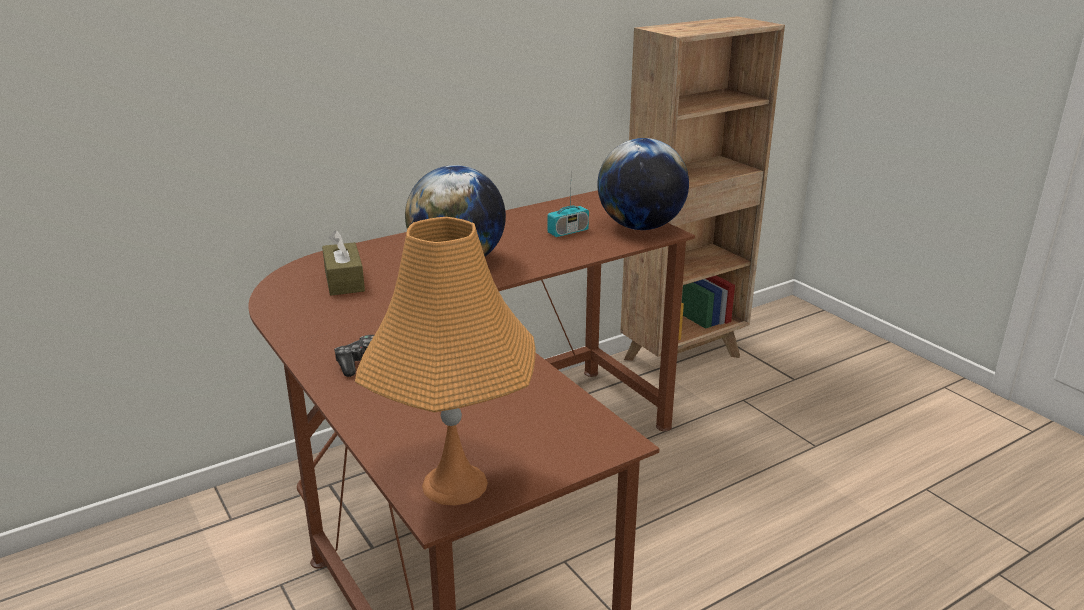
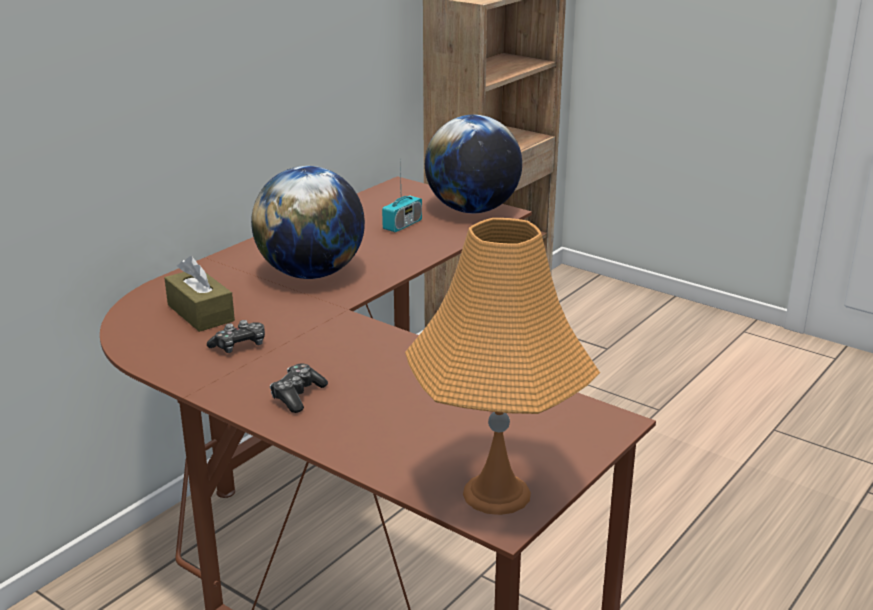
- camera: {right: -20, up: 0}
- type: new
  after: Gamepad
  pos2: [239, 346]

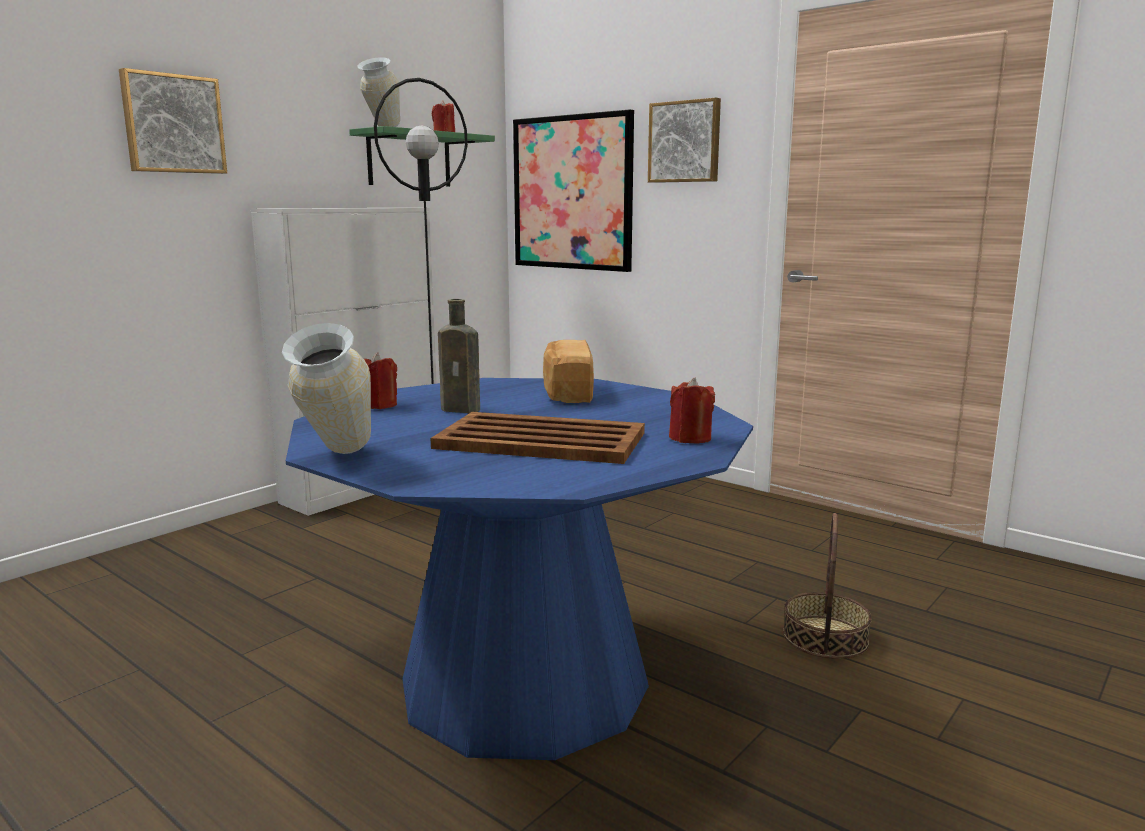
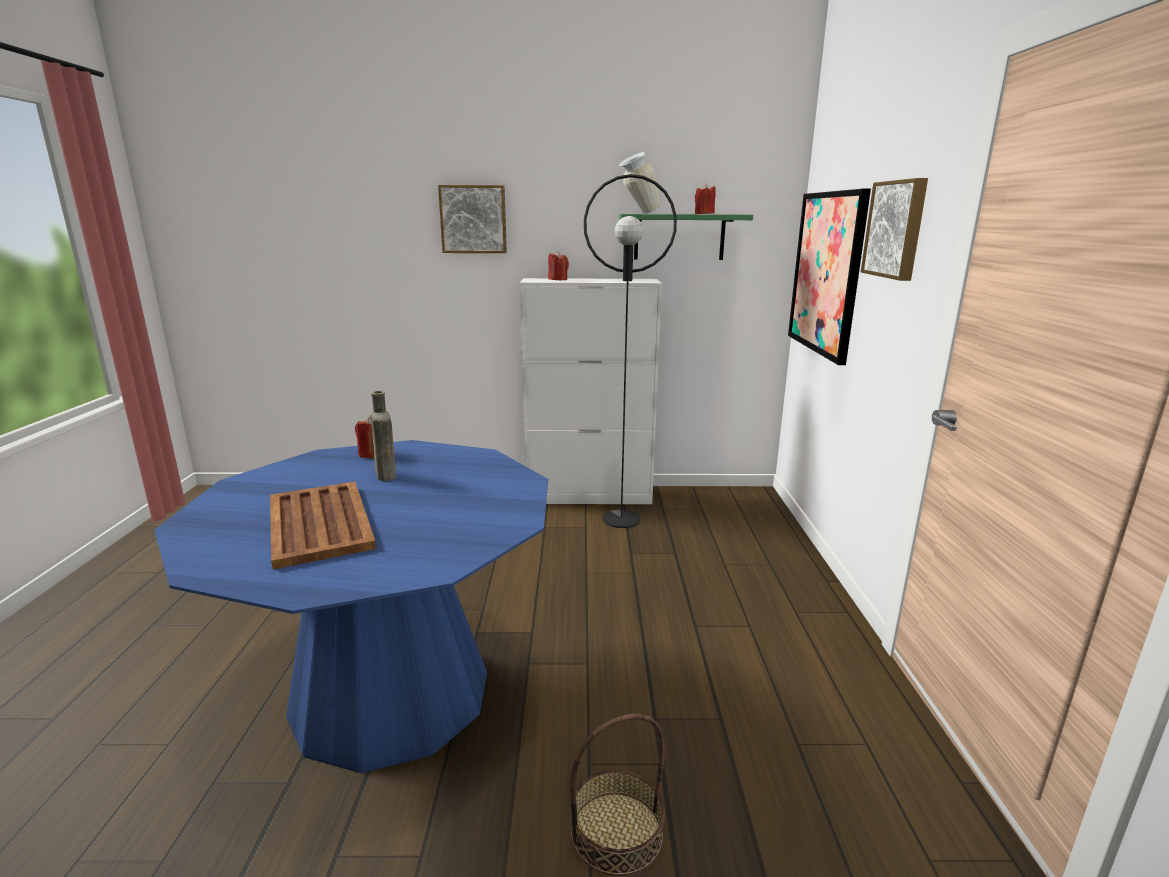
- camera: {right: 50, up: 5}
- type: gone
  before: Vase
  pos1: [334, 460]
- type: gone
  before: Brot
  pos1: [567, 393]
- type: shifted
  before: Kerze (rot)
  pos1: [690, 438]
  pos2: [558, 279]

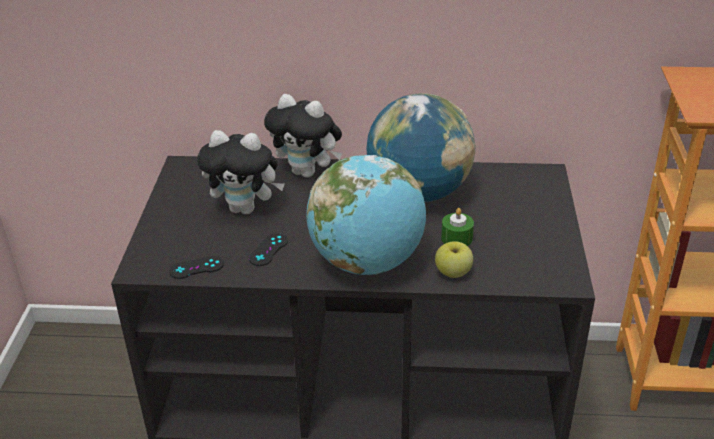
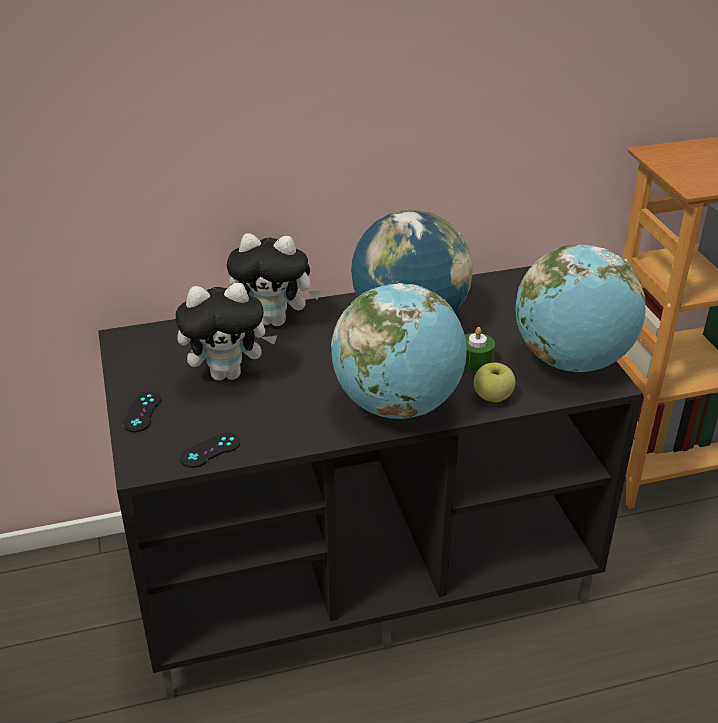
- camera: {right: -20, up: 0}
- type: new
  after: Globus
  pos2: [572, 361]
- type: shifted
  before: Gamepad (schwarz)
  pos1: [268, 250]
  pos2: [142, 412]

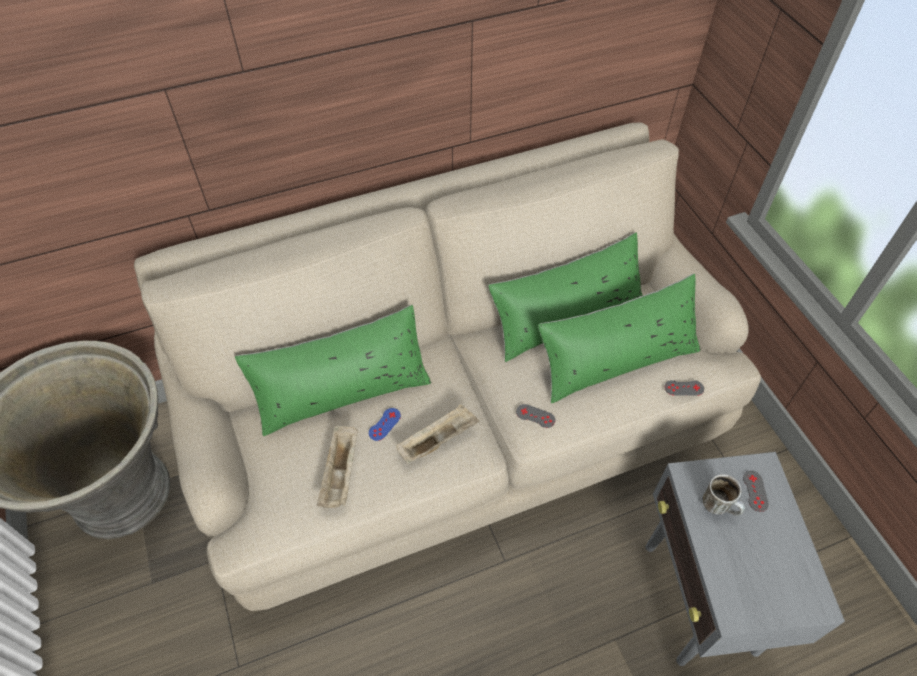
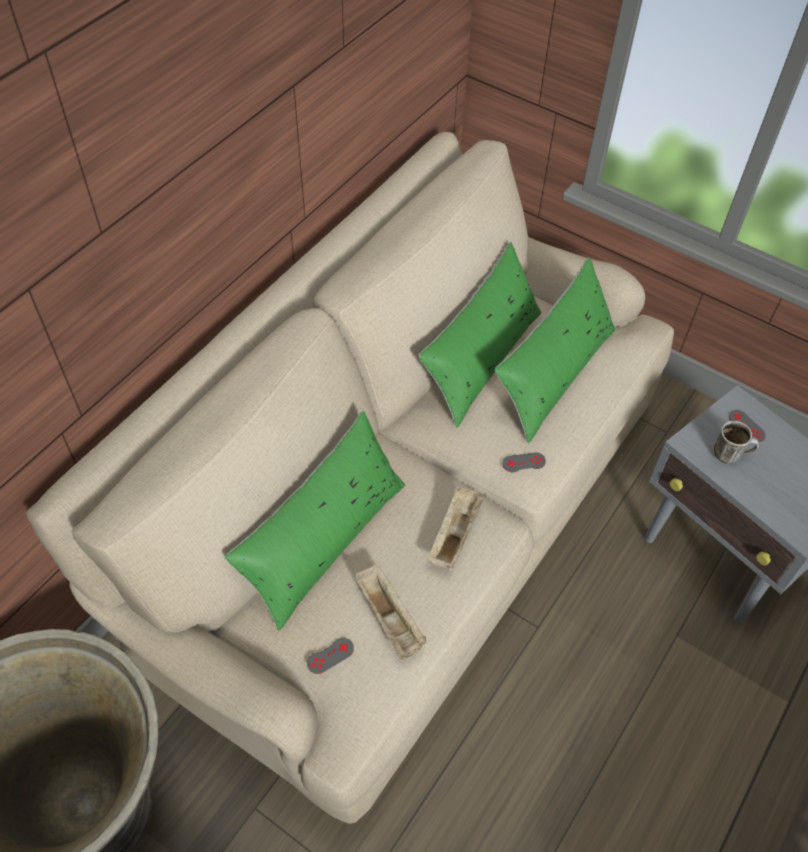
- camera: {right: -35, up: 0}
- type: gone
  before: Gamepad (blau)
  pos1: [384, 424]
- type: shifted
  before: Gamepad (grau)
  pos1: [684, 388]
  pos2: [330, 655]

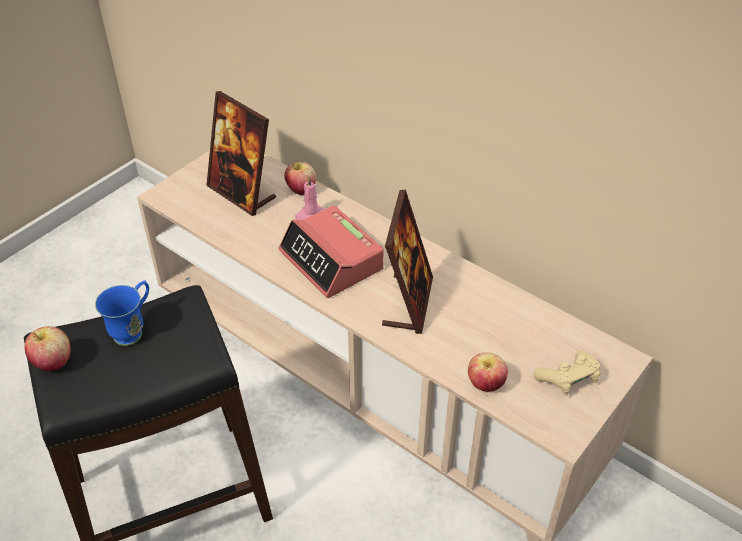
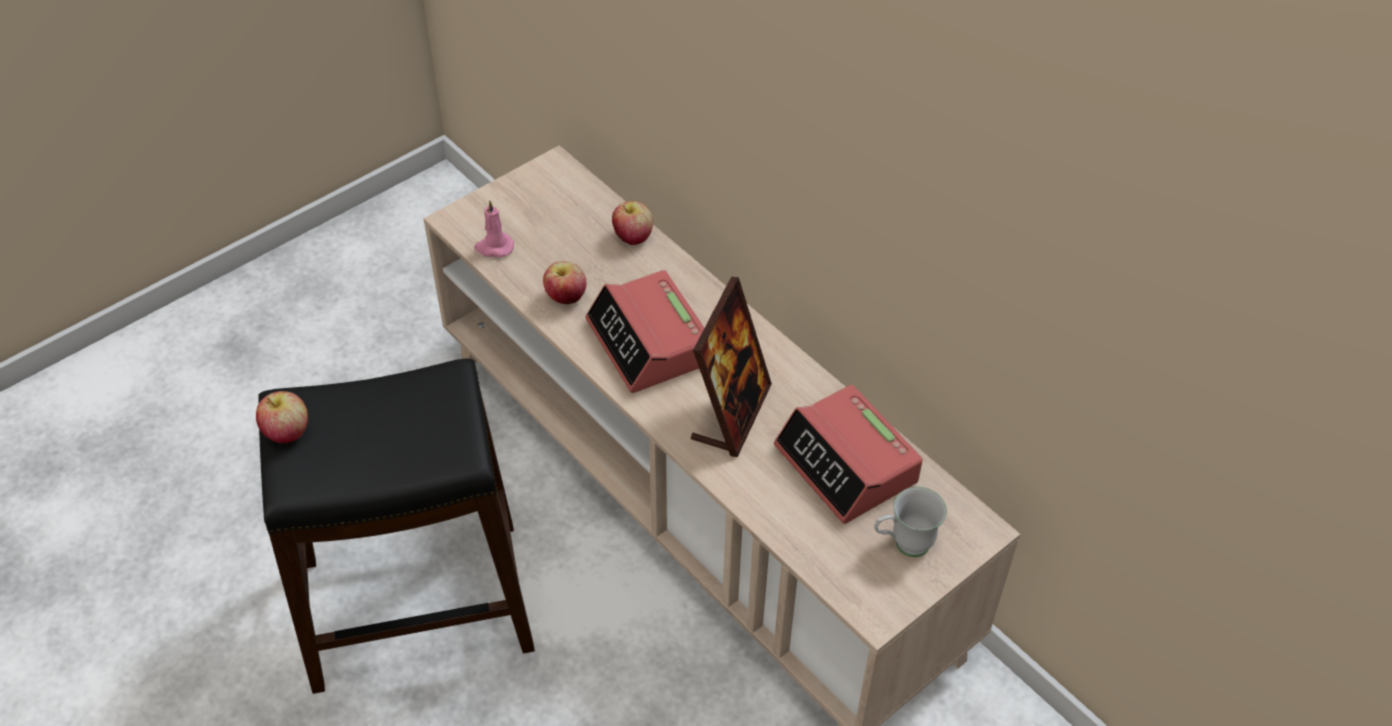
- camera: {right: 10, up: 5}
- type: gone
  before: Henkelbecher (blau)
  pos1: [134, 330]
- type: gone
  before: Bilderrahmen
  pos1: [242, 193]
- type: new
  after: Wecker
  pos2: [847, 465]
- type: shifted
  before: Kerze (rosa)
  pos1: [310, 215]
  pos2: [494, 247]
- type: shifted
  before: Apfel
  pos1: [485, 384]
  pos2: [566, 297]
- type: swapped
  before: Gamepad (beige)
  after: Henkelbecher (weiß)
  pos1: [568, 379]
  pos2: [903, 545]

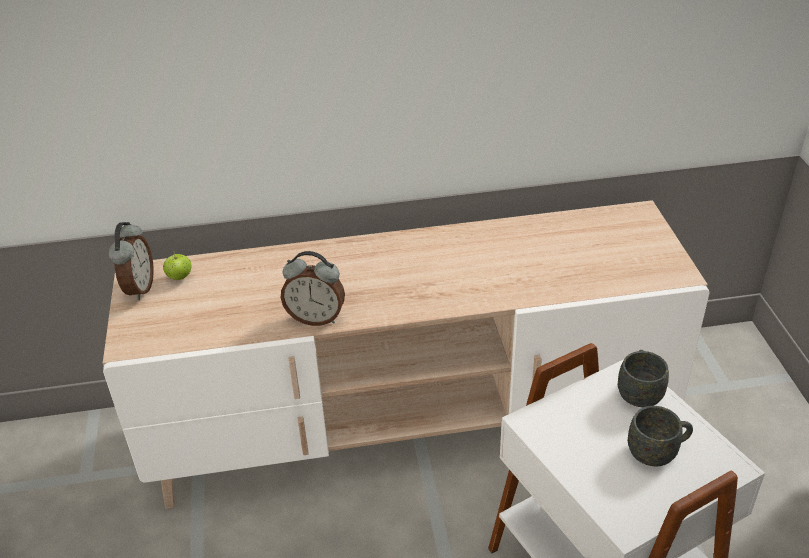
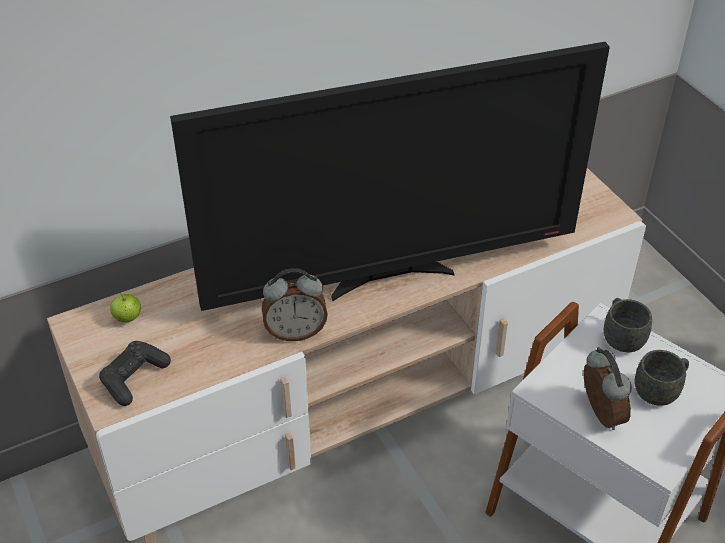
- camera: {right: -20, up: 5}
- type: new
  after: Gamepad (schwarz)
  pos2: [134, 378]
- type: new
  after: Fernseher
  pos2: [390, 277]
- type: shifted
  before: Wecker
  pos1: [138, 288]
  pos2: [599, 414]

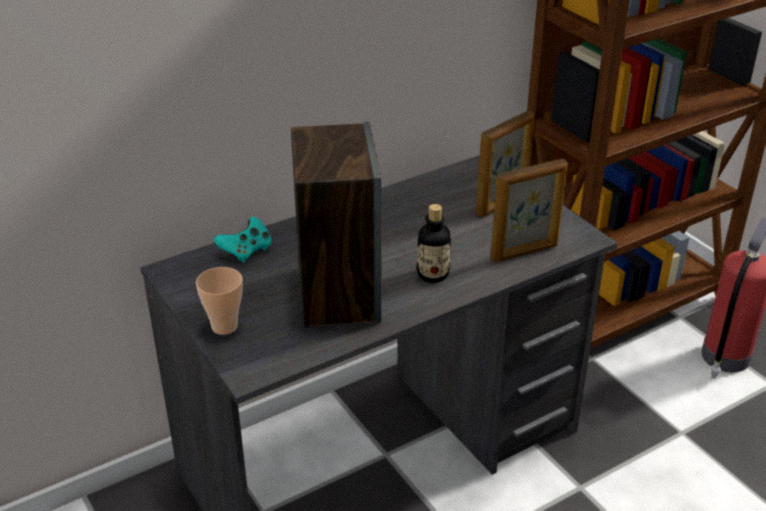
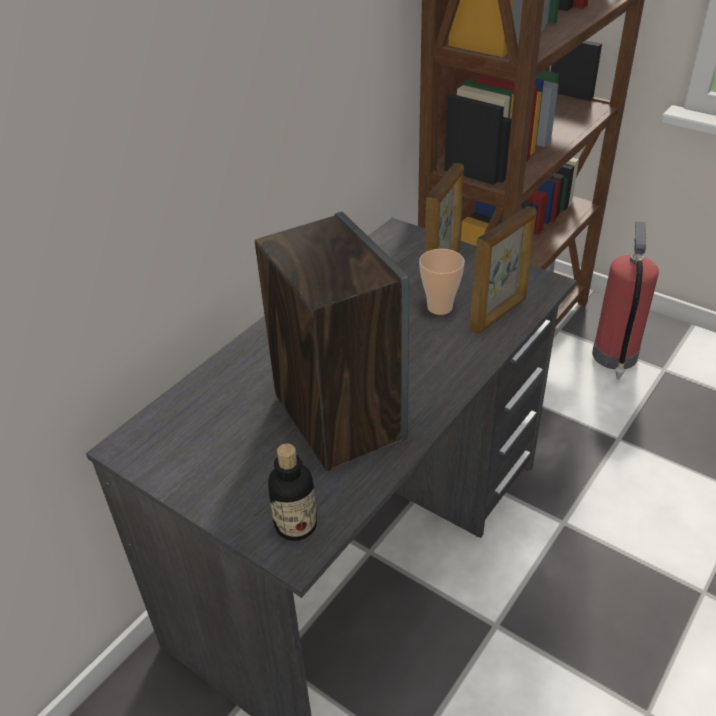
- camera: {right: -20, up: 5}
- type: gone
  before: Gamepad (türkis)
  pos1: [246, 251]
- type: shifted
  before: Tasse
  pos1: [224, 326]
  pos2: [440, 307]
- type: shifted
  before: Flasche
  pos1: [433, 274]
  pos2: [296, 525]

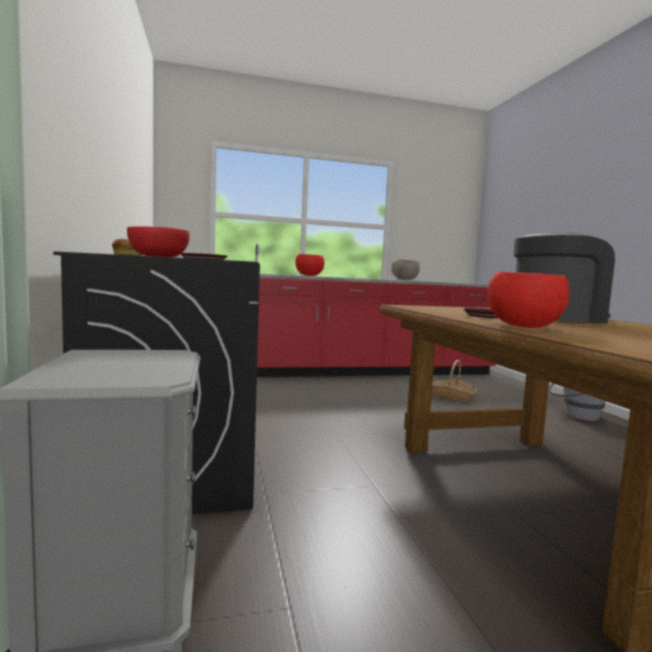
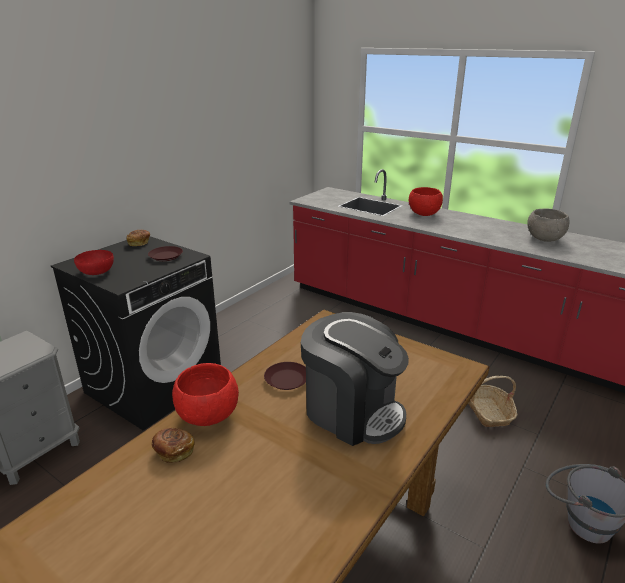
- camera: {right: 50, up: 20}
- type: new
  after: Brot
  pos2: [174, 451]

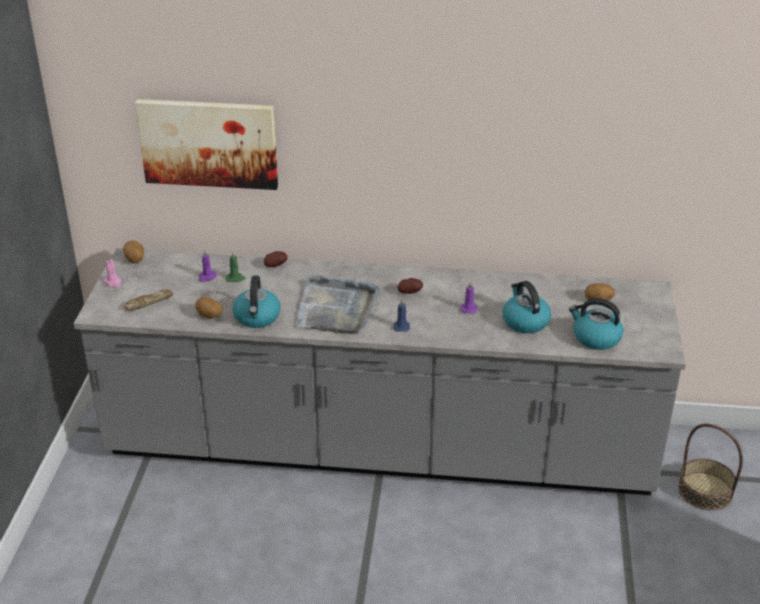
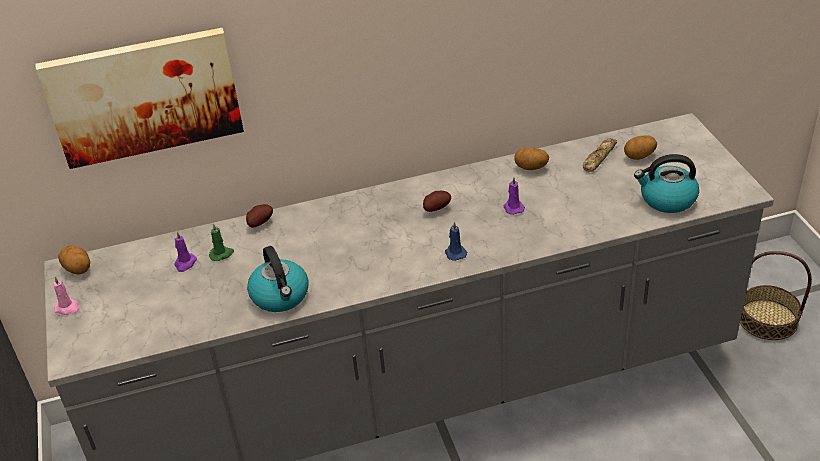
- camera: {right: -20, up: 5}
- type: gone
  before: Tablett (grau)
  pos1: [336, 308]
- type: gone
  before: Wasserkessel
  pos1: [524, 321]
- type: shifted
  before: Brot
  pos1: [148, 302]
  pos2: [598, 158]
- type: shifted
  before: Kartoffel
  pos1: [209, 316]
  pos2: [531, 168]

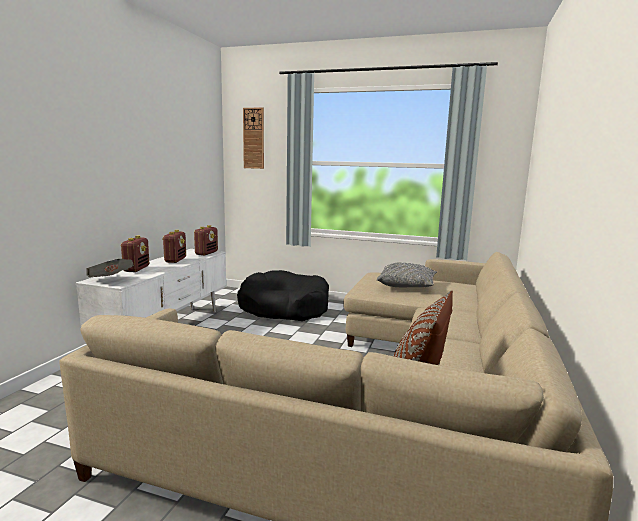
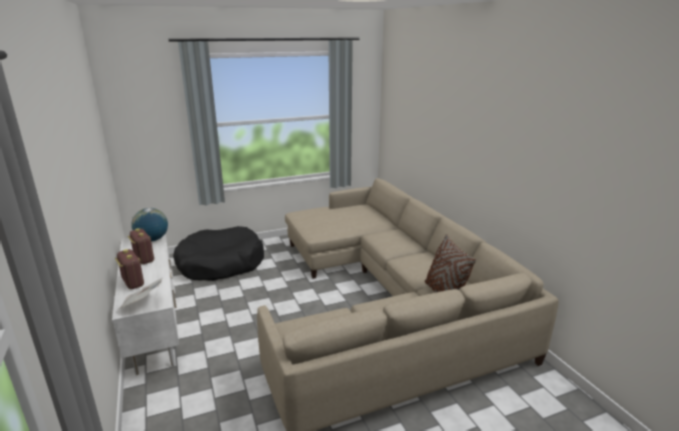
- camera: {right: -40, up: 10}
- type: gone
  before: Wanduhr
  pos1: [253, 138]
- type: gone
  before: Kissen (grau)
  pos1: [406, 285]
- type: swapped
  before: Radio
  after: Globus
  pos1: [206, 253]
  pos2: [152, 240]

